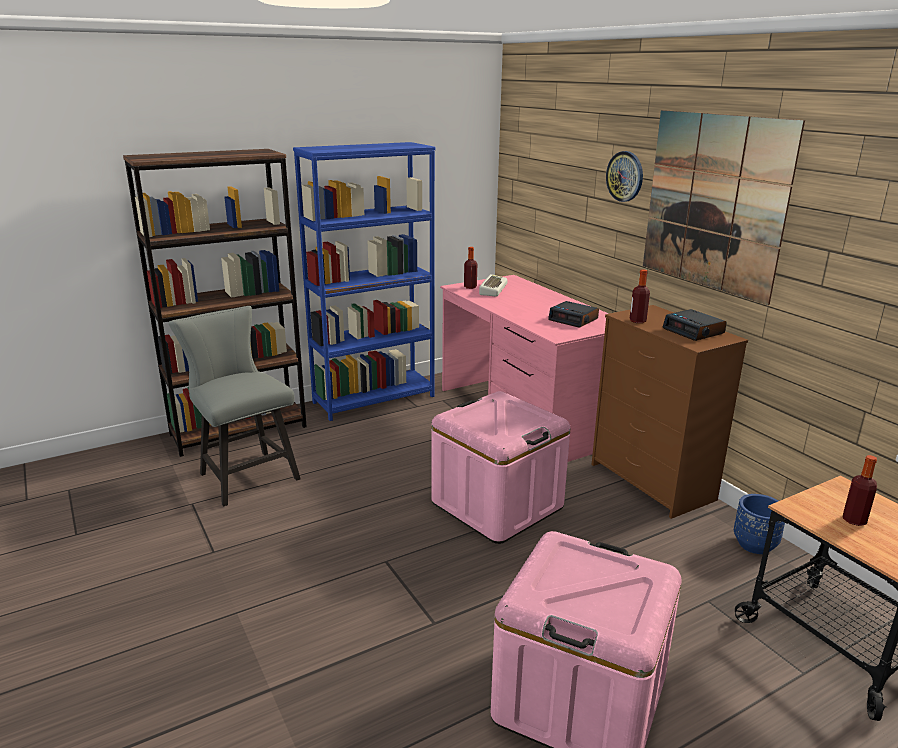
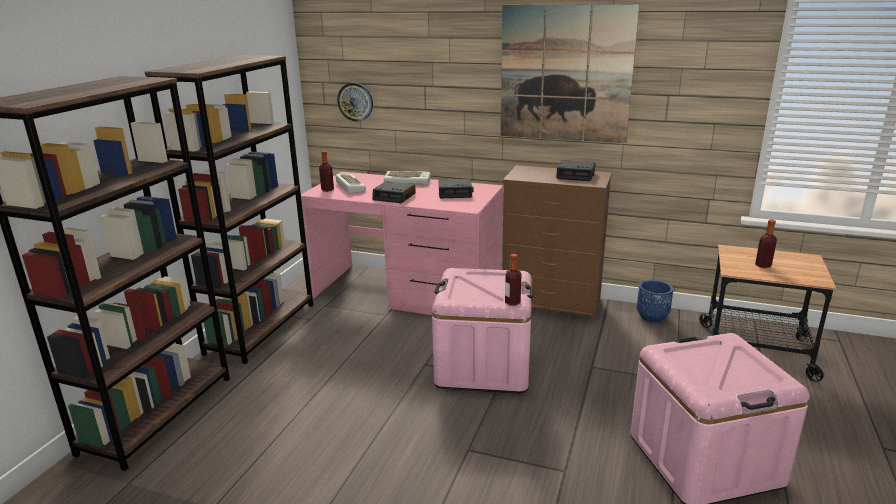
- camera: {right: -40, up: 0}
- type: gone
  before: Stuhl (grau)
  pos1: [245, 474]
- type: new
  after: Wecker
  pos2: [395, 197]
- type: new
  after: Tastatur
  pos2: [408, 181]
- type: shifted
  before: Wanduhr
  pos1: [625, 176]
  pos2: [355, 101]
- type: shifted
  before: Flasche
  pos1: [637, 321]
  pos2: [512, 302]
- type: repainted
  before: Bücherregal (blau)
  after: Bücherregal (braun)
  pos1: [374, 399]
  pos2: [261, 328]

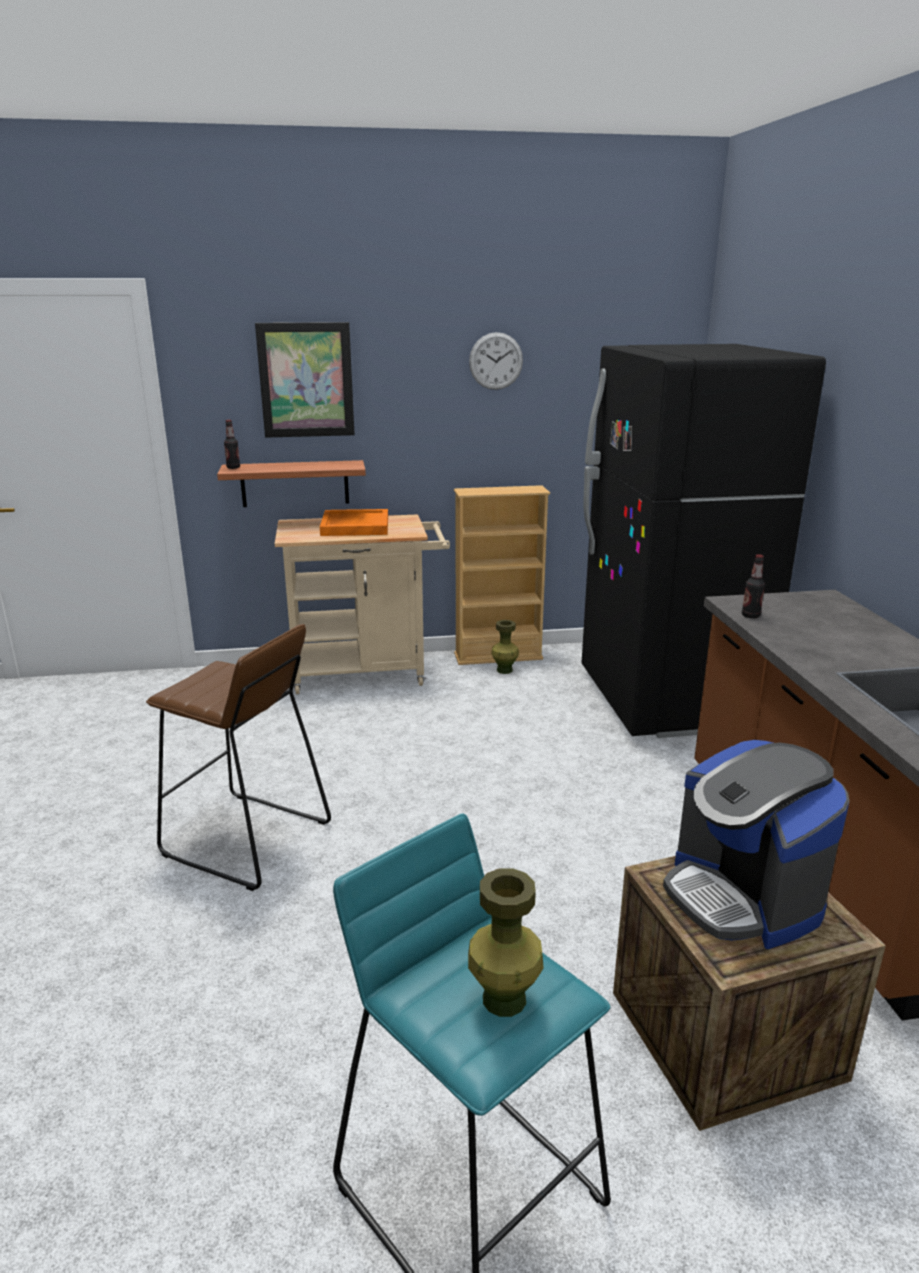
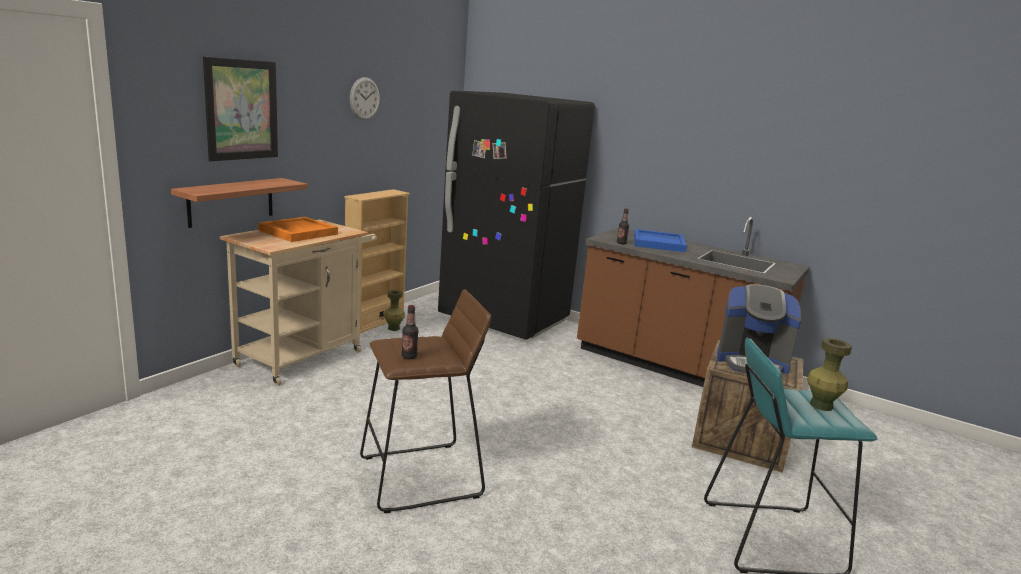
- camera: {right: -50, up: -5}
- type: new
  after: Tablett (blau)
  pos2: [659, 243]
- type: shifted
  before: Flasche
  pos1: [233, 467]
  pos2: [409, 357]

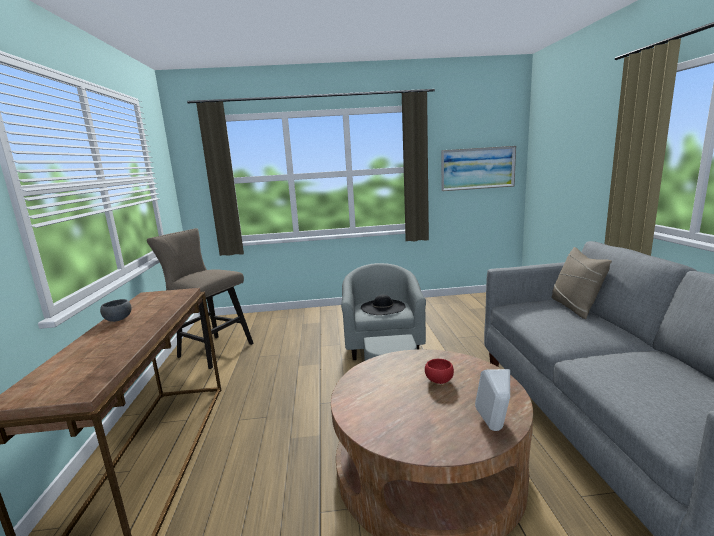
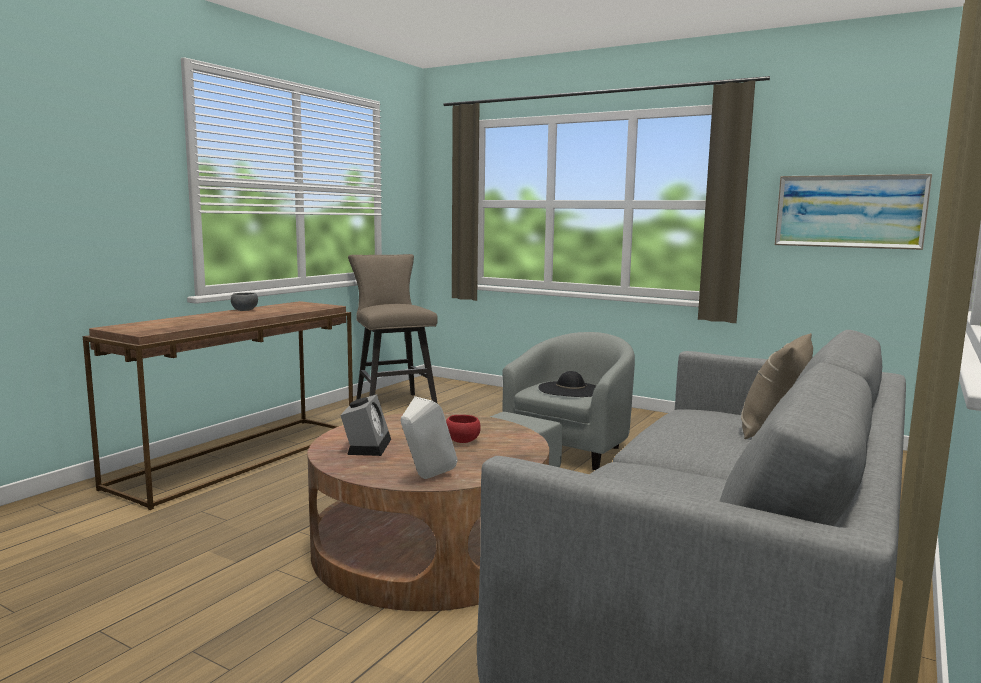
- camera: {right: 35, up: -5}
- type: new
  after: Wecker
  pos2: [367, 446]

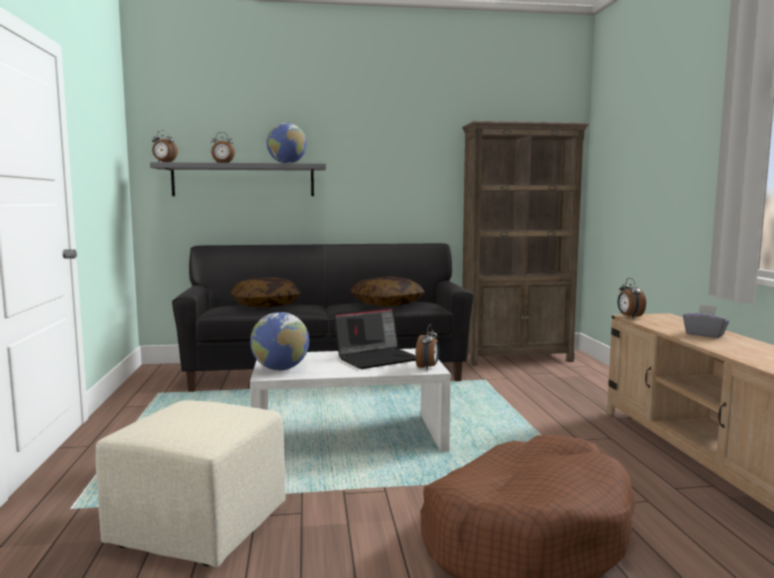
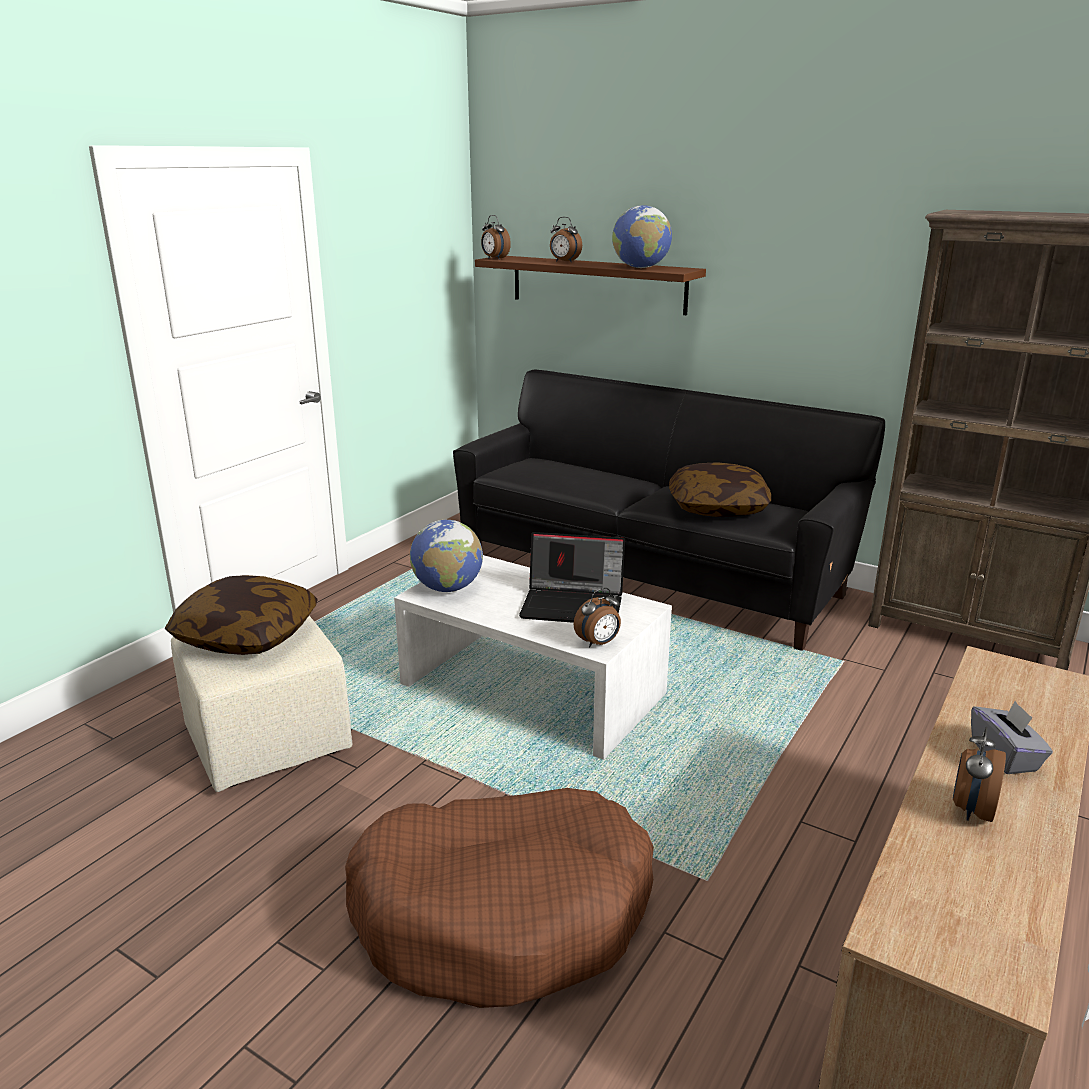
- camera: {right: 40, up: 15}
- type: shifted
  before: Kissen
  pos1: [265, 305]
  pos2: [247, 635]
- type: shifted
  before: Wecker
  pos1: [629, 317]
  pos2: [971, 810]
- type: repainted
  before: Wandregal (grau)
  after: Wandregal (braun)
  pos1: [243, 180]
  pos2: [597, 284]

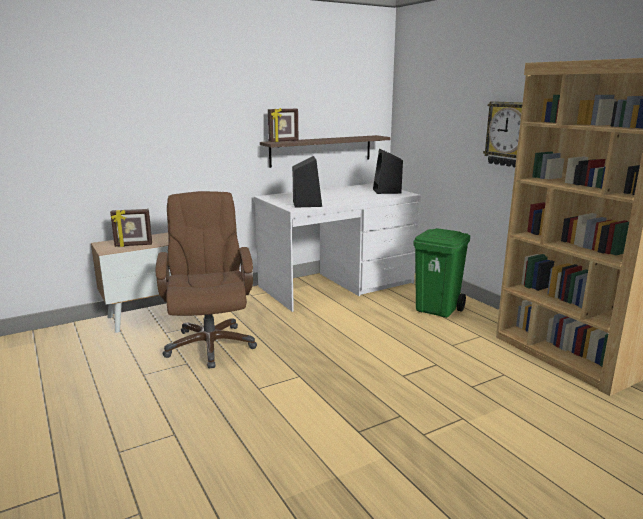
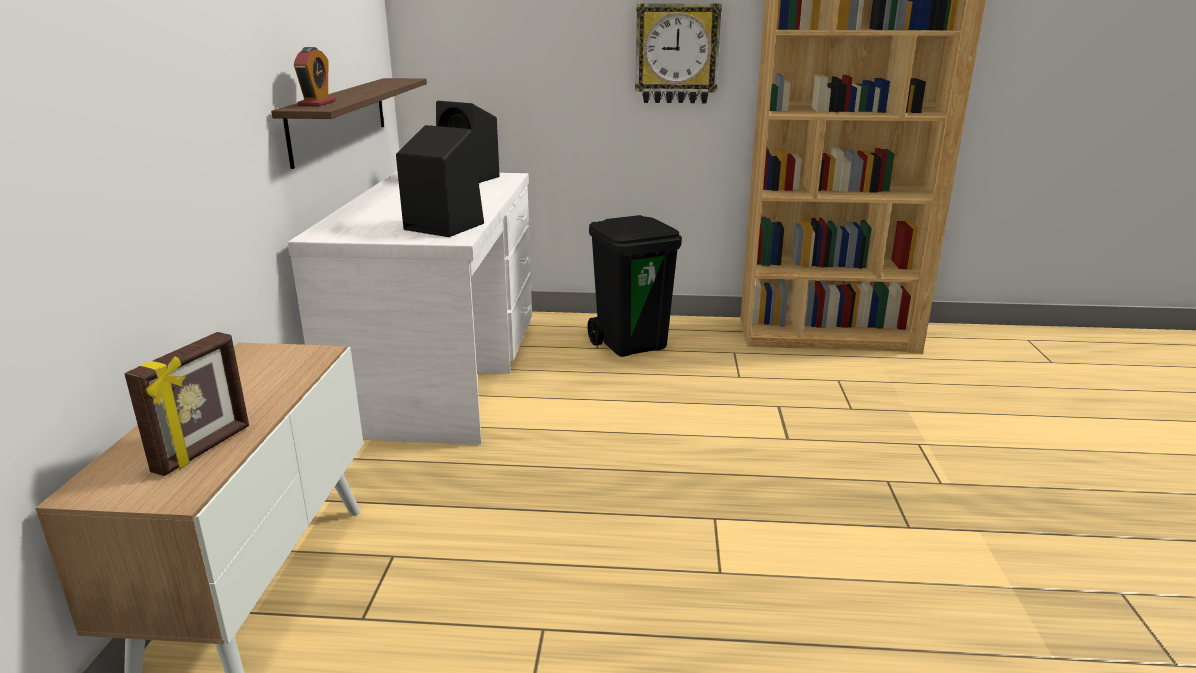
- camera: {right: -55, up: 5}
- type: gone
  before: Bürostuhl (braun)
  pos1: [210, 345]
- type: swapped
  before: Bilderrahmen
  after: Wecker
  pos1: [283, 141]
  pos2: [317, 103]
- type: repainted
  before: Mülleimer (grün)
  after: Mülleimer (schwarz)
  pos1: [437, 310]
  pos2: [632, 344]

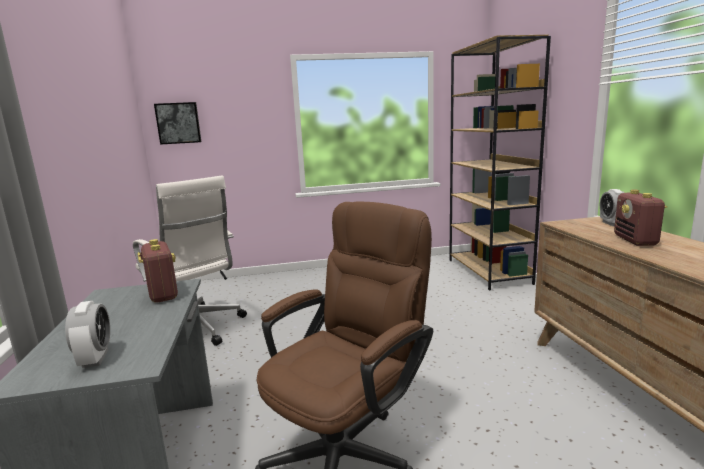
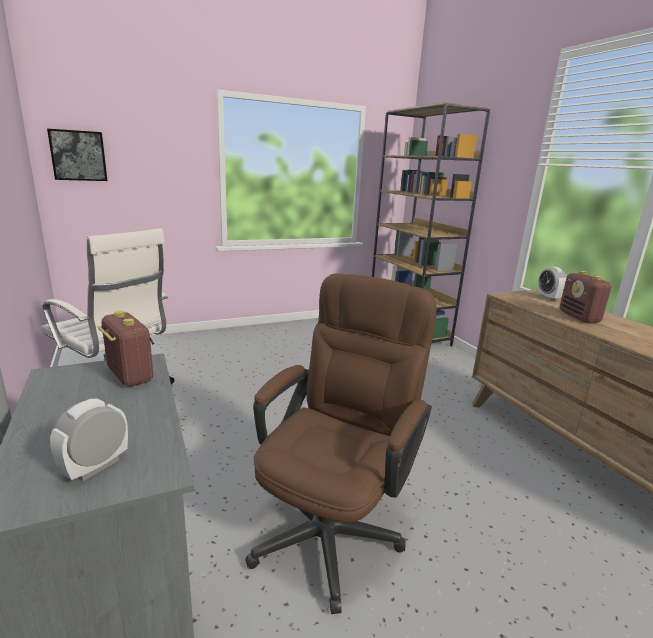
- camera: {right: -15, up: 5}
- type: rotated
  before: Wecker
  pos1: [95, 358]
  pos2: [96, 466]
  turn: -120

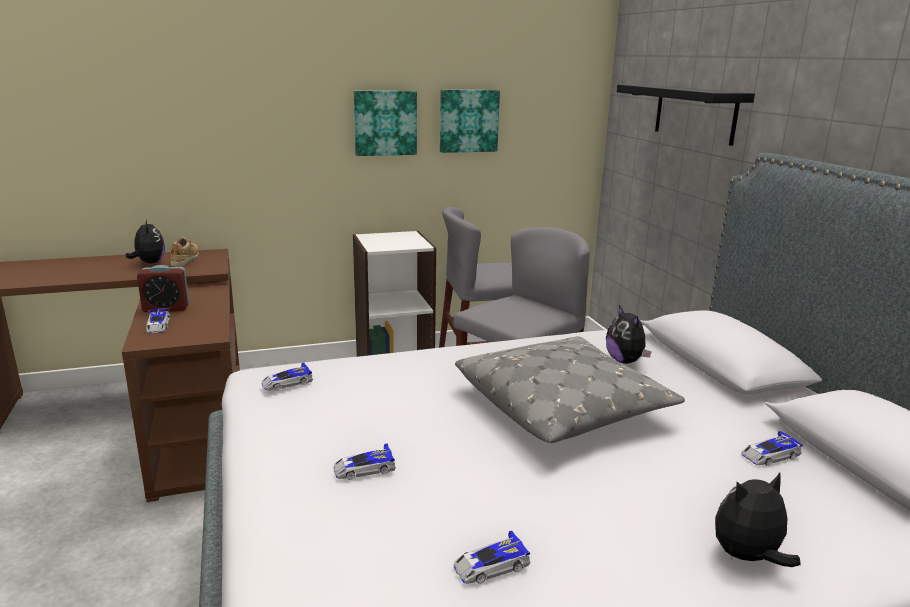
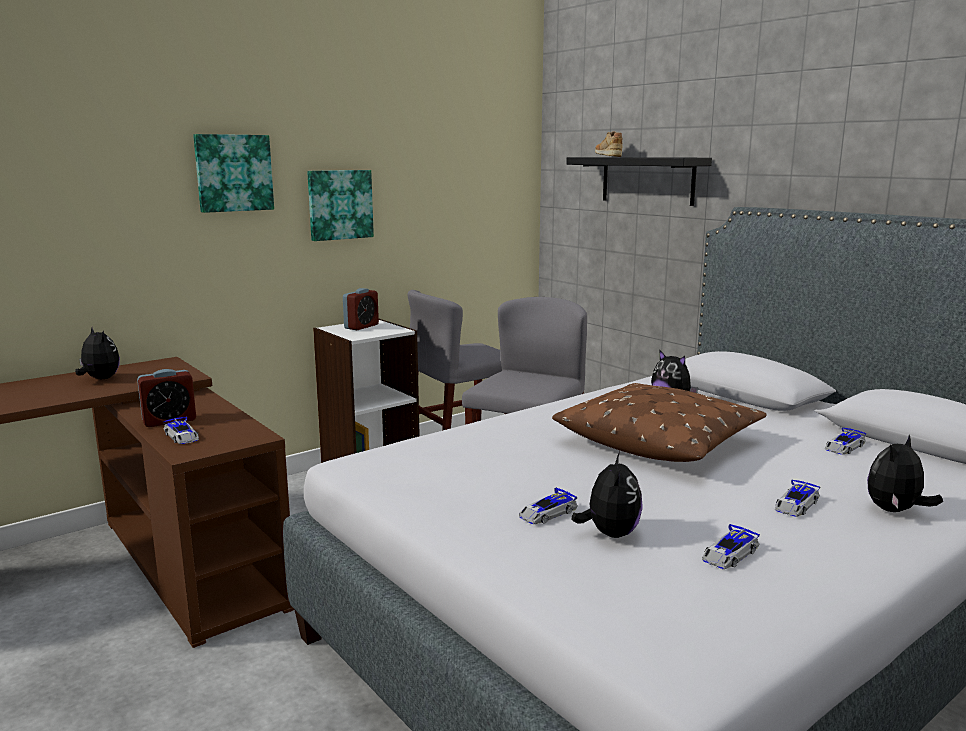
- camera: {right: -20, up: -5}
- type: new
  after: Wecker
  pos2: [361, 326]
- type: new
  after: Plüschtier
  pos2: [610, 533]
- type: shifted
  before: Schuh (beige)
  pos1: [186, 261]
  pos2: [608, 156]
- type: shifted
  before: Spielzeugauto
  pos1: [286, 383]
  pos2: [795, 505]
- type: shifted
  before: Bild
  pos1: [468, 121]
  pos2: [233, 173]
- type: repainted
  before: Kissen (grau)
  after: Kissen (braun)
  pos1: [563, 406]
  pos2: [659, 441]

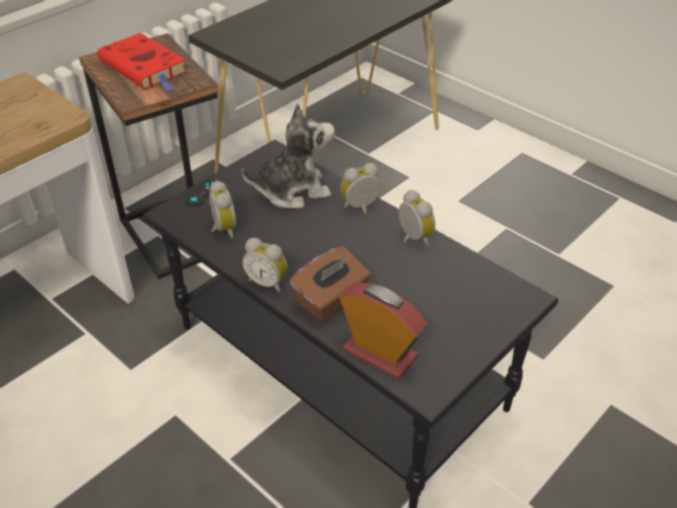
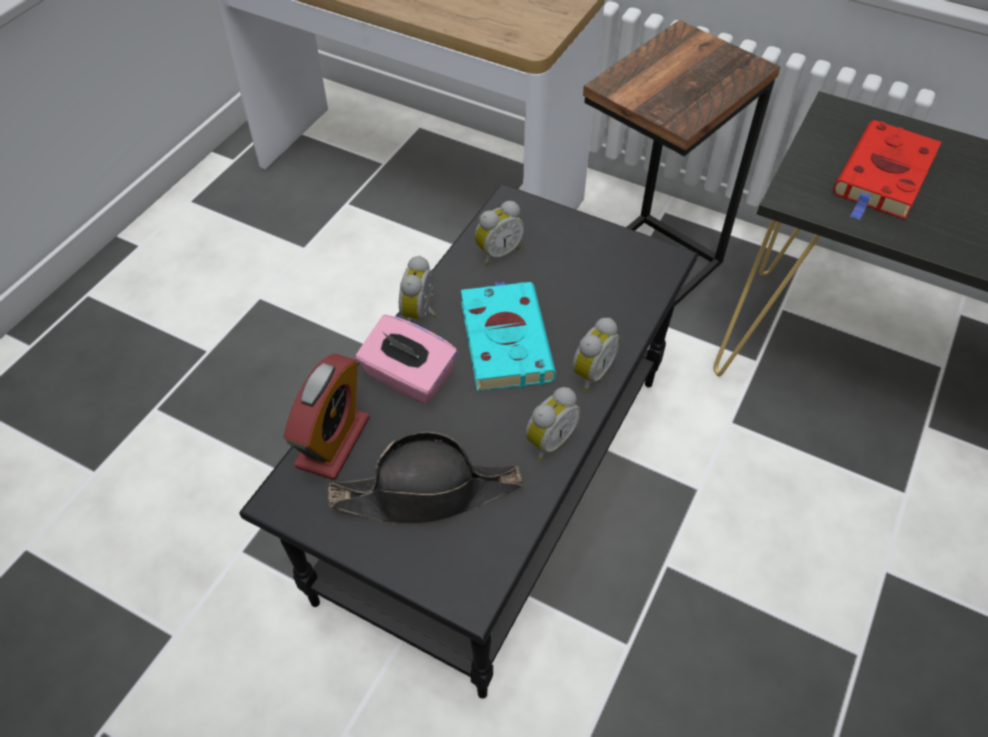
- camera: {right: 75, up: 10}
- type: gone
  before: Gamepad (schwarz)
  pos1: [202, 193]
- type: gone
  before: Plüschtier
  pos1: [293, 190]
- type: new
  after: Hut (schwarz)
  pos2: [427, 493]
- type: new
  after: Buch (türkis)
  pos2: [504, 338]
- type: shifted
  before: Buch (rot)
  pos1: [145, 68]
  pos2: [883, 178]
- type: repainted
  before: Taschentuchbox (braun)
  after: Taschentuchbox (rosa)
  pos1: [331, 300]
  pos2: [408, 378]
- type: rotated
  before: Wecker
  pos1: [361, 208]
  pos2: [590, 372]
  turn: 75

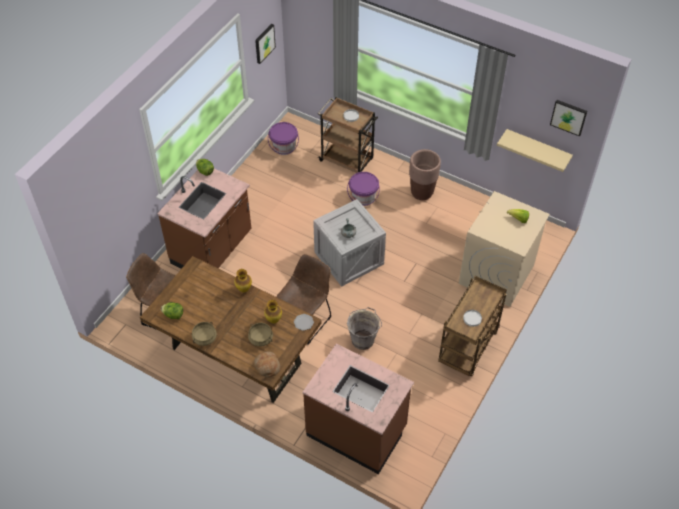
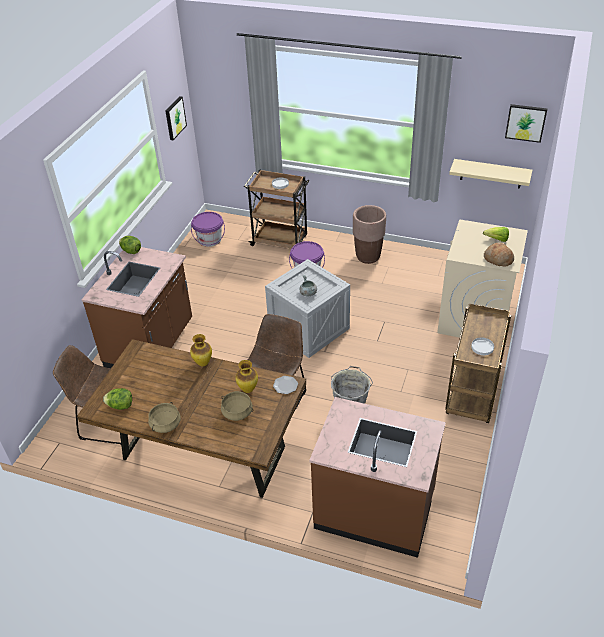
- camera: {right: -10, up: -10}
- type: shifted
  before: Brot
  pos1: [267, 366]
  pos2: [498, 259]

